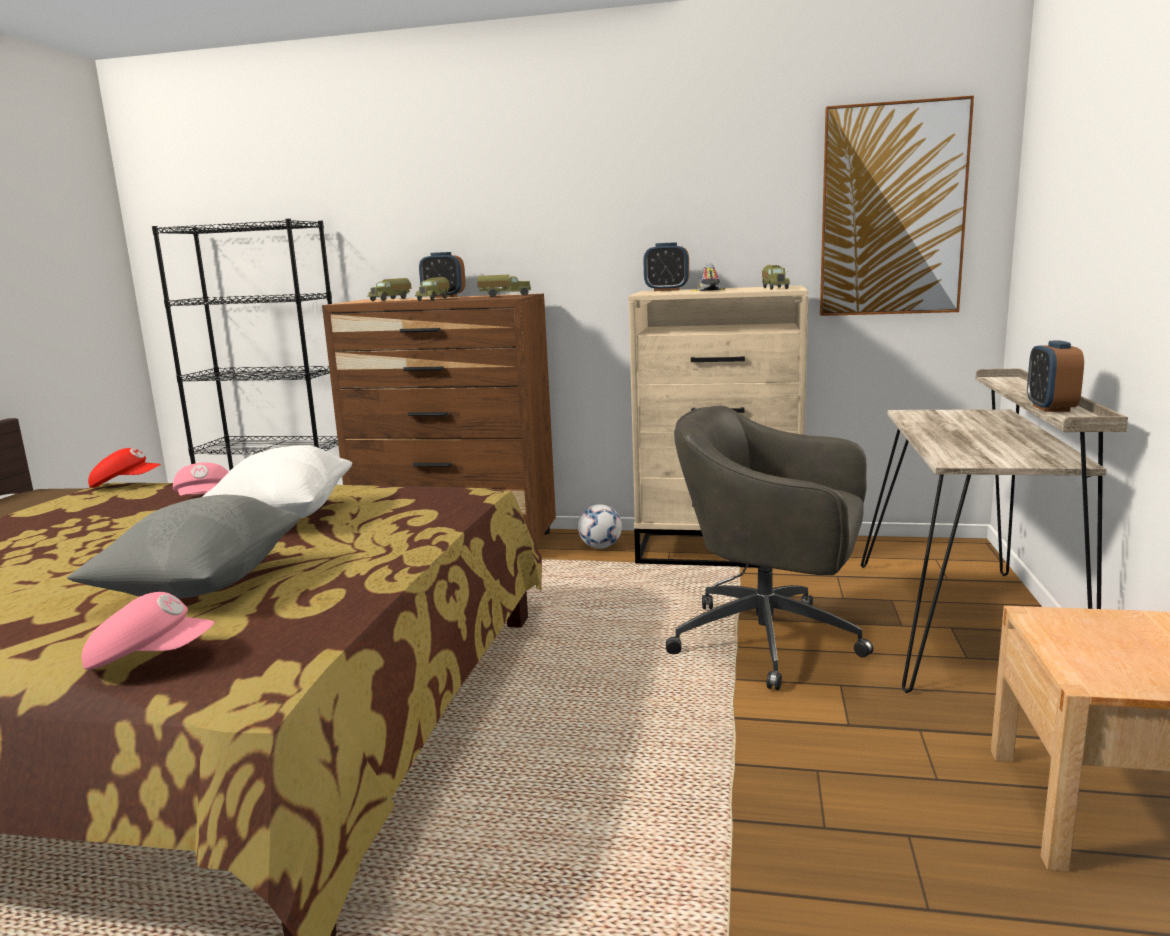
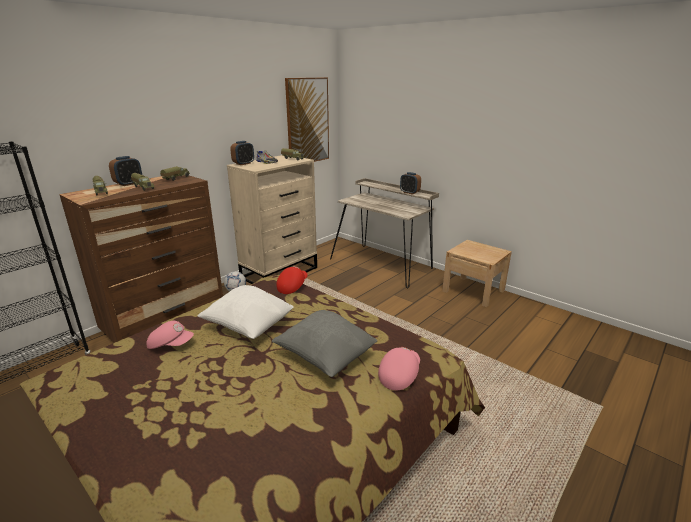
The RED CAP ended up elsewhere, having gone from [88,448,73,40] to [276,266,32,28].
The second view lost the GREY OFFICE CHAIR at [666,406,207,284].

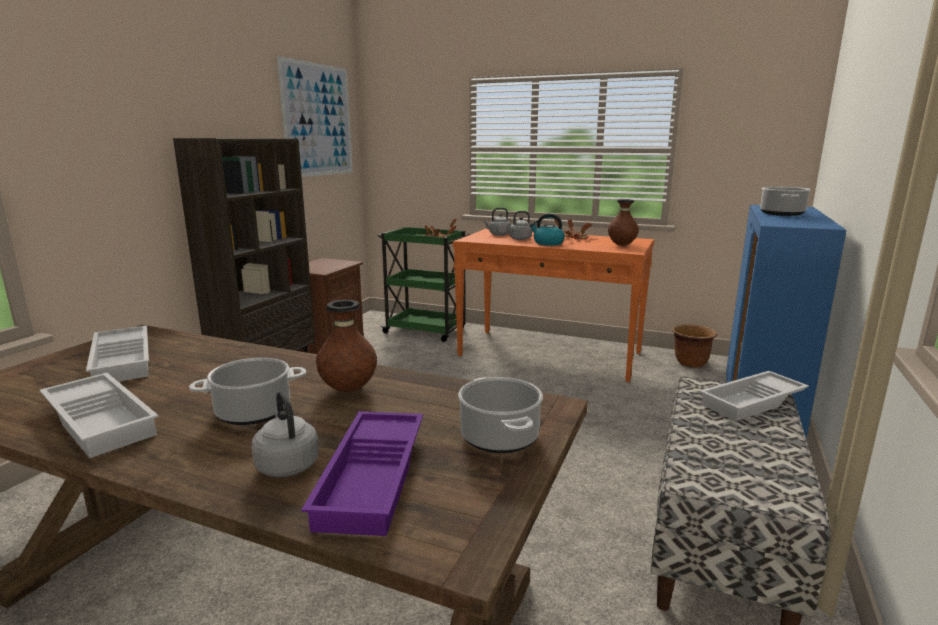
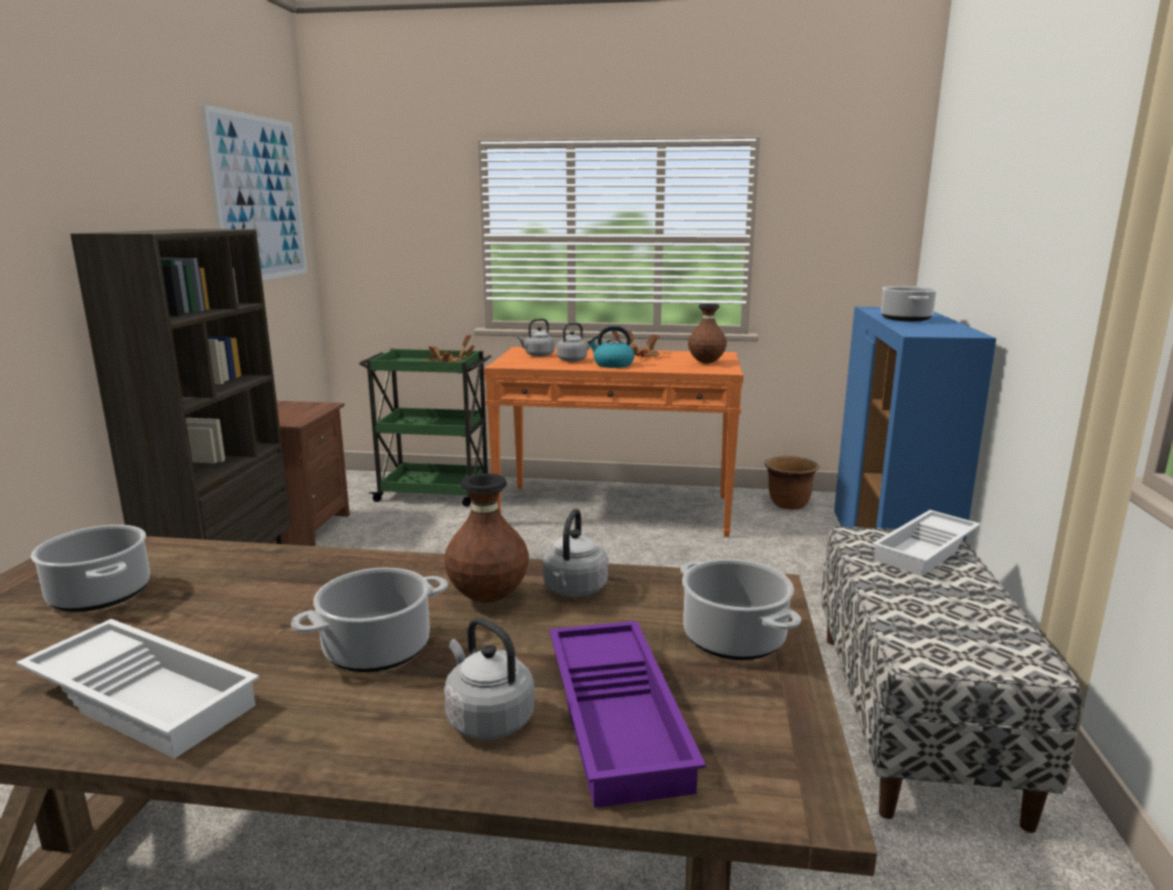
Where the WHITE TRAY stood at [86,325,63,57], the COOKING POT came to stand at [31,525,119,87].
The second view gained the GREY KETTLE at [543,509,65,88].

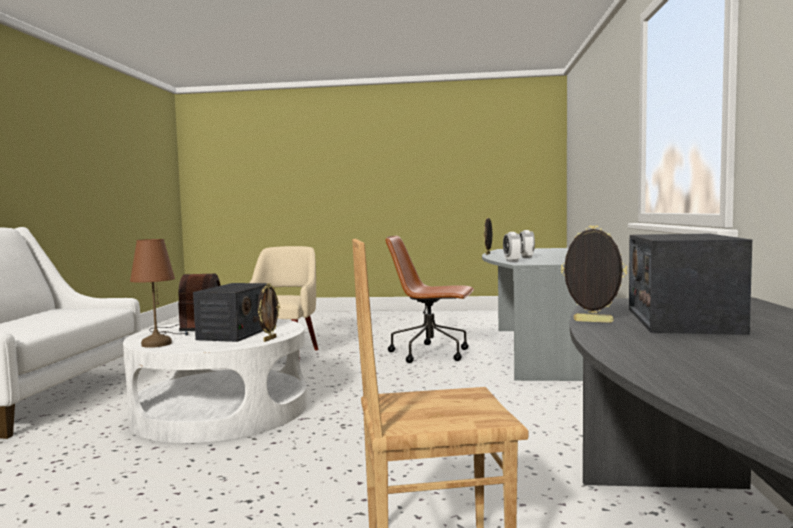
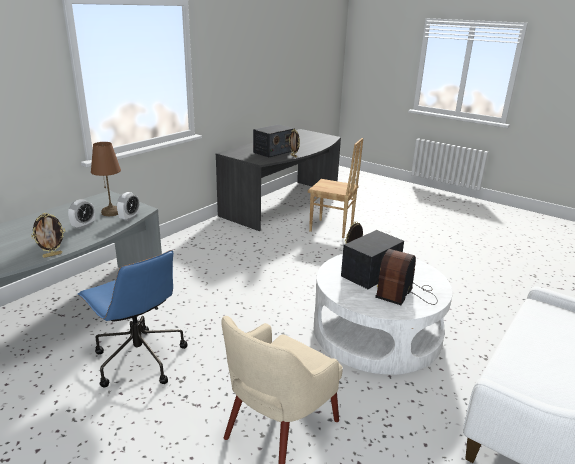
What was the BROWN OFFICE CHAIR at [386,236,88,127] turned into the BLUE OFFICE CHAIR at [78,250,110,137].
The BROWN TABLE LAMP ended up elsewhere, having gone from [130,239,45,109] to [91,142,30,74].

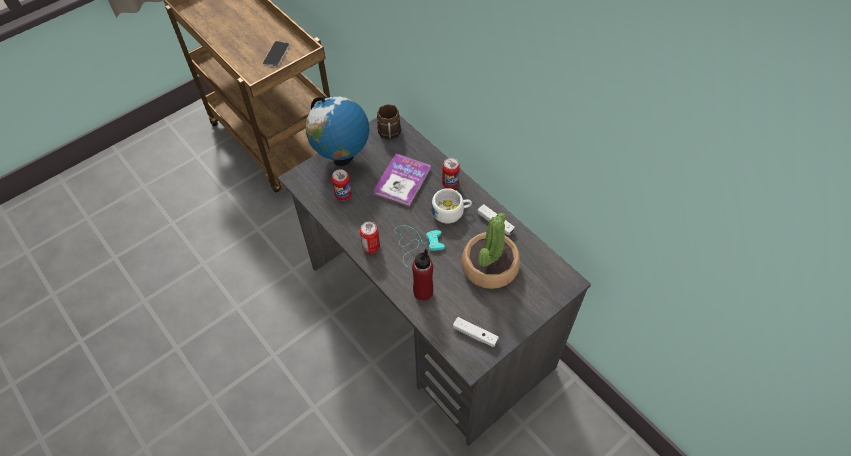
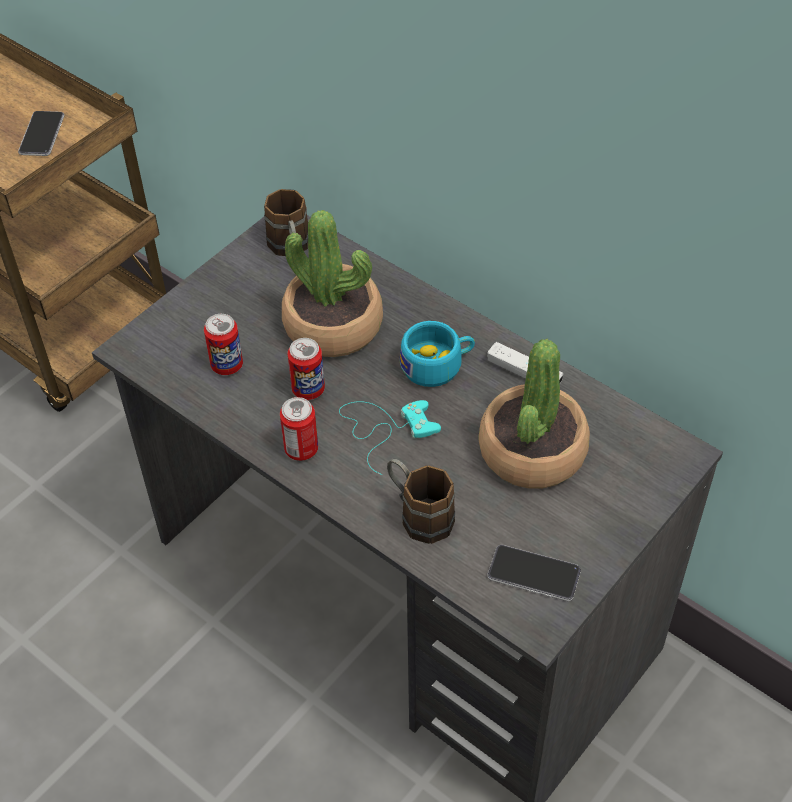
Where the BOOK stood at [373,154,58,53], the POTTED PLANT came to stand at [282,210,101,147].
The CAN ended up elsewhere, having gone from [442,158,18,31] to [288,338,37,62].
Where the RED BOTTLE stood at [412,249,21,52], the BROWN MUG came to stand at [387,459,68,85].
What was the WHITE CUP at [431,188,41,35] turned into the TURQUOISE CUP at [400,321,75,66].
Where the WHITE GAME CONTROLLER stood at [453,317,46,31], the PHONE came to stand at [487,545,94,56].
The second view lost the GLOBE at [306,96,63,70].

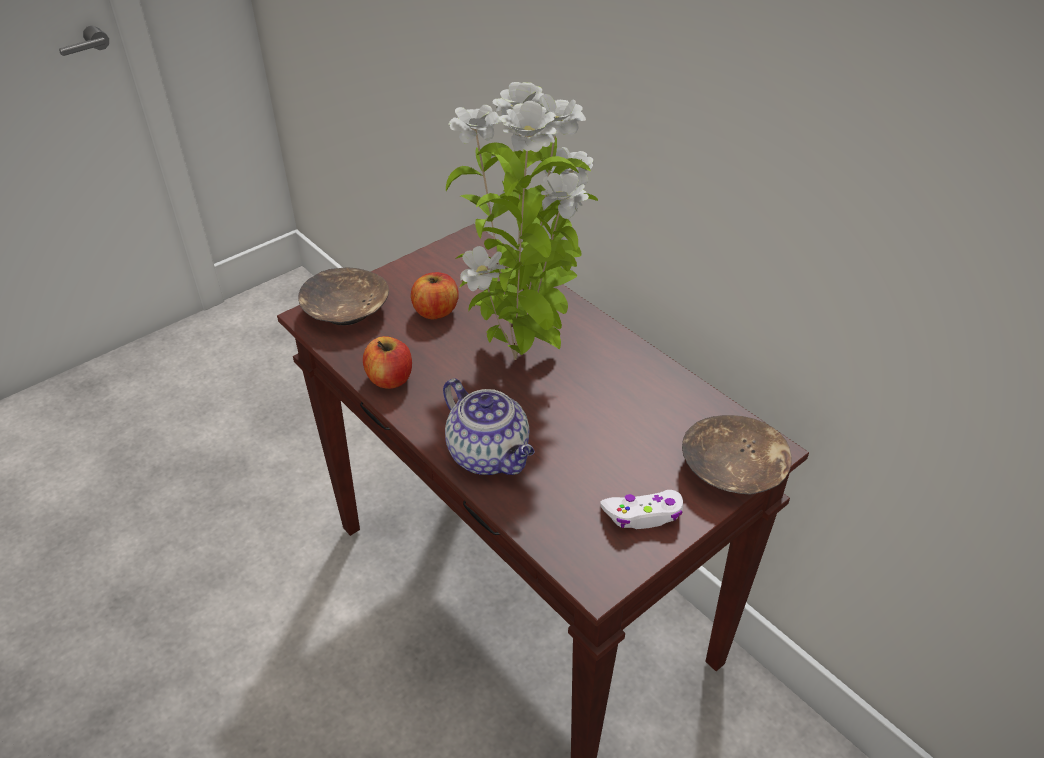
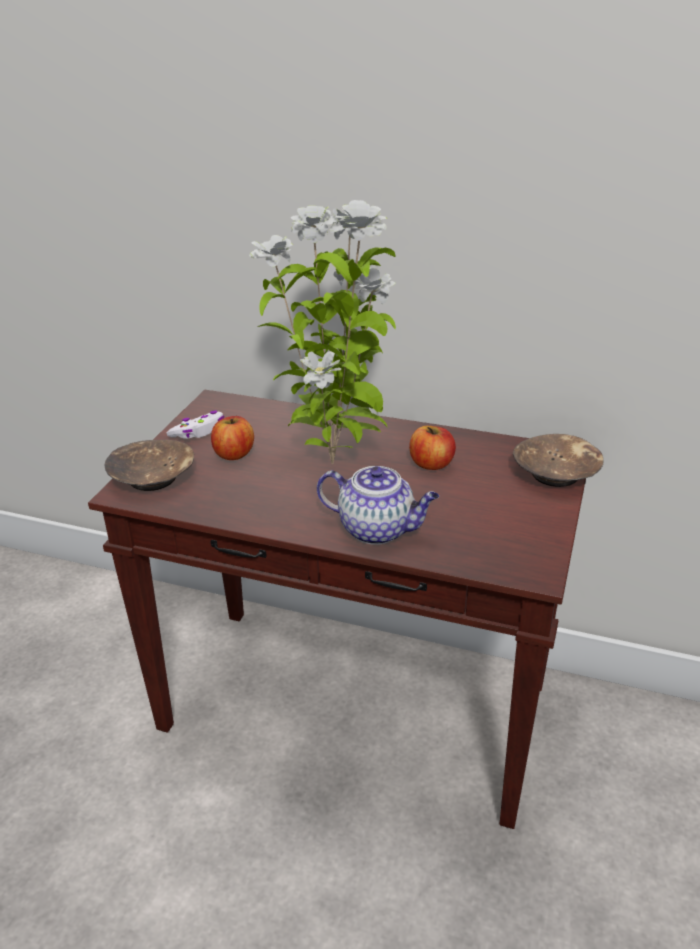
The WHITE GAME CONTROLLER ended up elsewhere, having gone from [600,490,83,39] to [167,410,57,29].
The APPLE ended up elsewhere, having gone from [363,336,49,53] to [409,426,47,44].

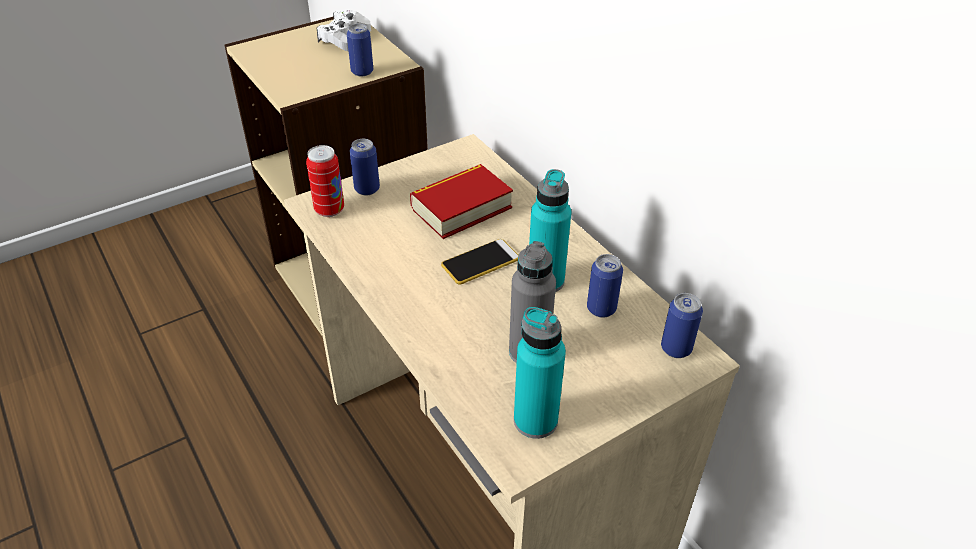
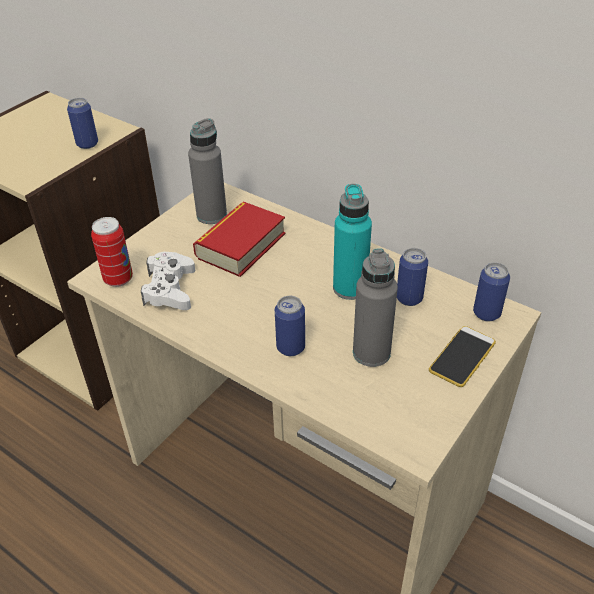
The WHITE GAME CONTROLLER ended up elsewhere, having gone from [317,9,54,42] to [141,252,54,58].
The second view gained the GREY BOTTLE at [188,118,39,106].
The CAN ended up elsewhere, having gone from [350,139,30,57] to [275,296,30,60].
The PHONE ended up elsewhere, having gone from [441,239,77,46] to [429,326,67,61].
The second view lost the TURQUOISE BOTTLE at [514,307,52,132].

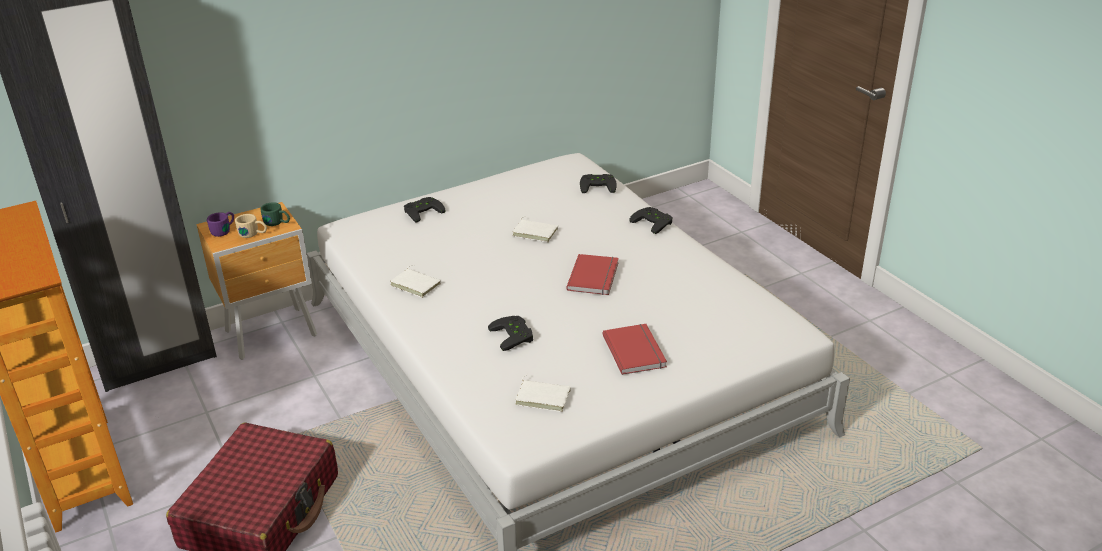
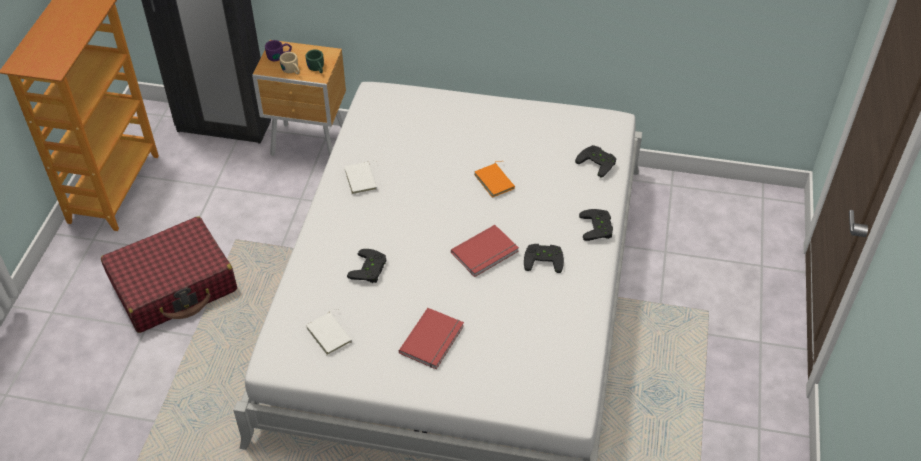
What was the WHITE BOOK at [512,216,46,26] turned into the ORANGE BOOK at [474,161,41,37].
The BLACK GAME CONTROLLER ended up elsewhere, having gone from [404,197,42,26] to [524,244,40,29].

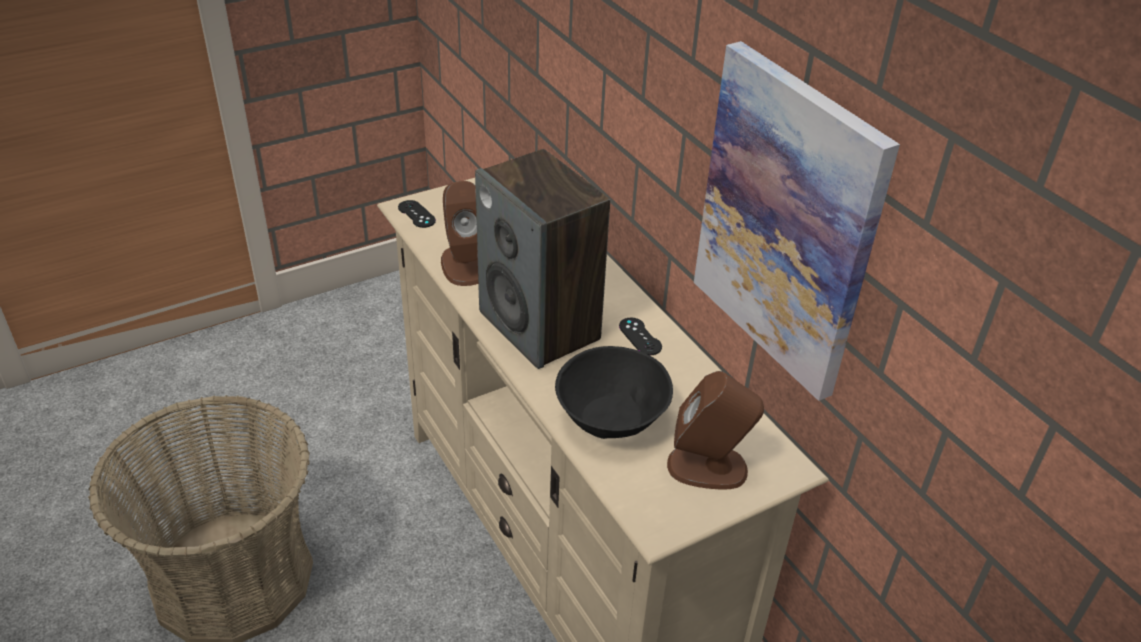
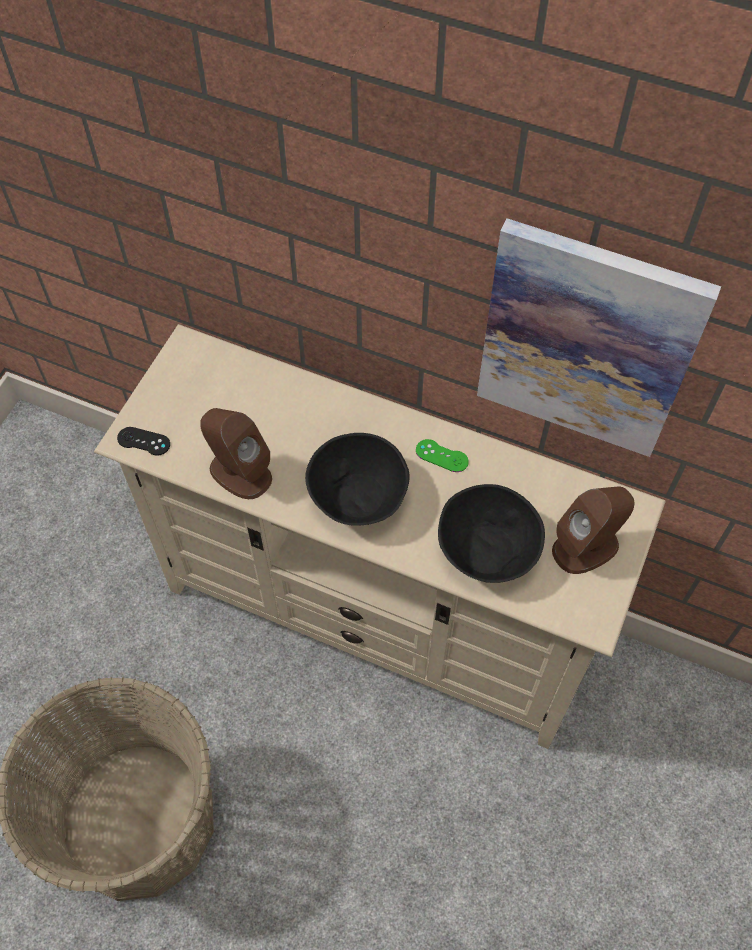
Where the SPEAKER stood at [475,149,135,220], the BLACK BOWL came to stand at [305,433,105,93].
What was the BLACK GAME CONTROLLER at [619,318,43,37] turned into the GREEN GAME CONTROLLER at [416,439,53,33].

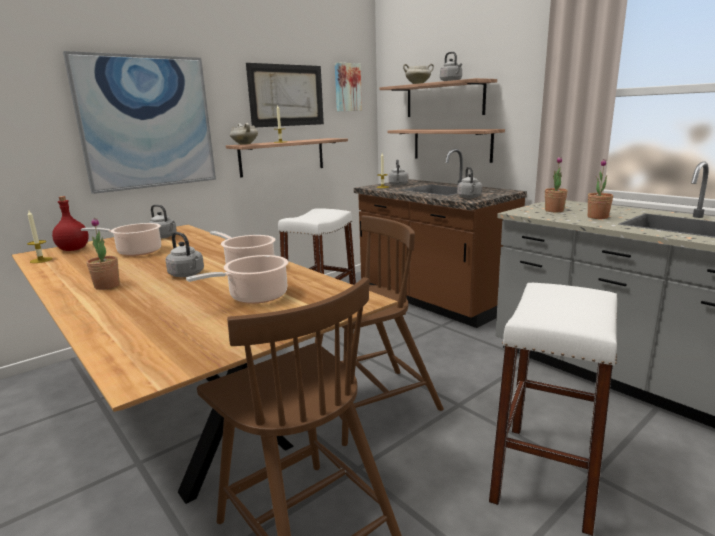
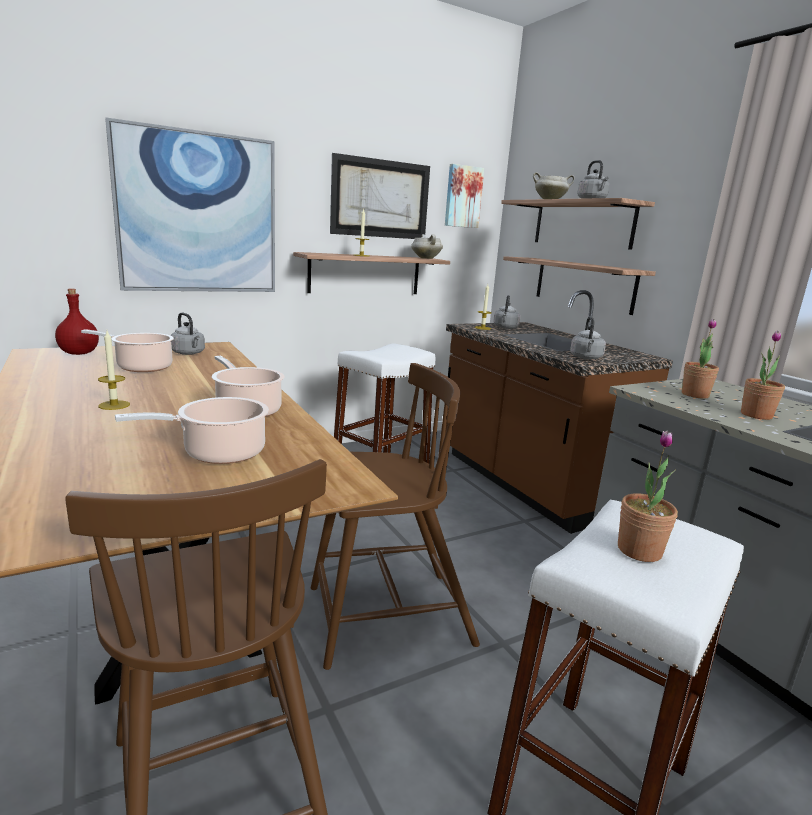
The CANDLE ended up elsewhere, having gone from [27,211,25,52] to [98,331,32,79].
The WHITE COOKING POT ended up elsewhere, having gone from [230,123,28,22] to [411,234,32,25].
The POTTED PLANT ended up elsewhere, having gone from [86,218,34,72] to [618,431,60,131].
The second view lost the GREY KETTLE at [166,232,38,45].

